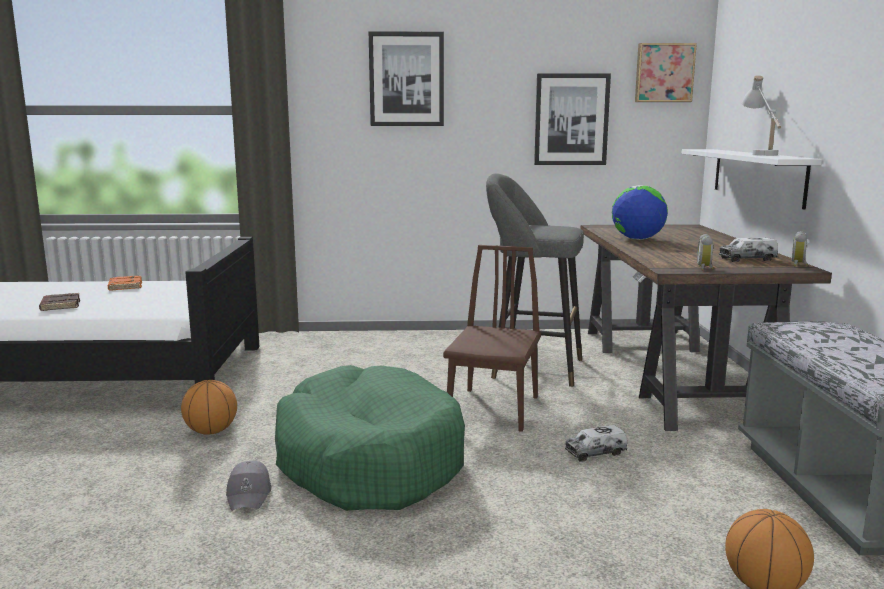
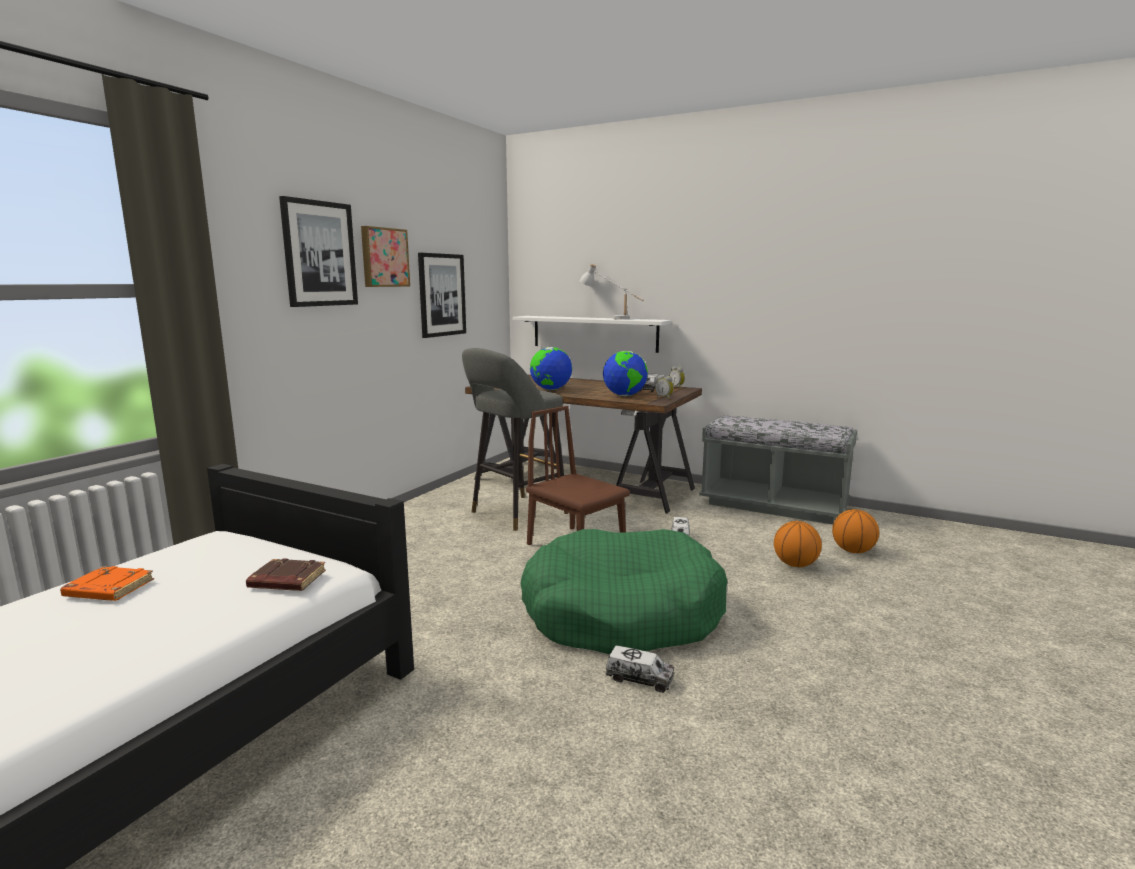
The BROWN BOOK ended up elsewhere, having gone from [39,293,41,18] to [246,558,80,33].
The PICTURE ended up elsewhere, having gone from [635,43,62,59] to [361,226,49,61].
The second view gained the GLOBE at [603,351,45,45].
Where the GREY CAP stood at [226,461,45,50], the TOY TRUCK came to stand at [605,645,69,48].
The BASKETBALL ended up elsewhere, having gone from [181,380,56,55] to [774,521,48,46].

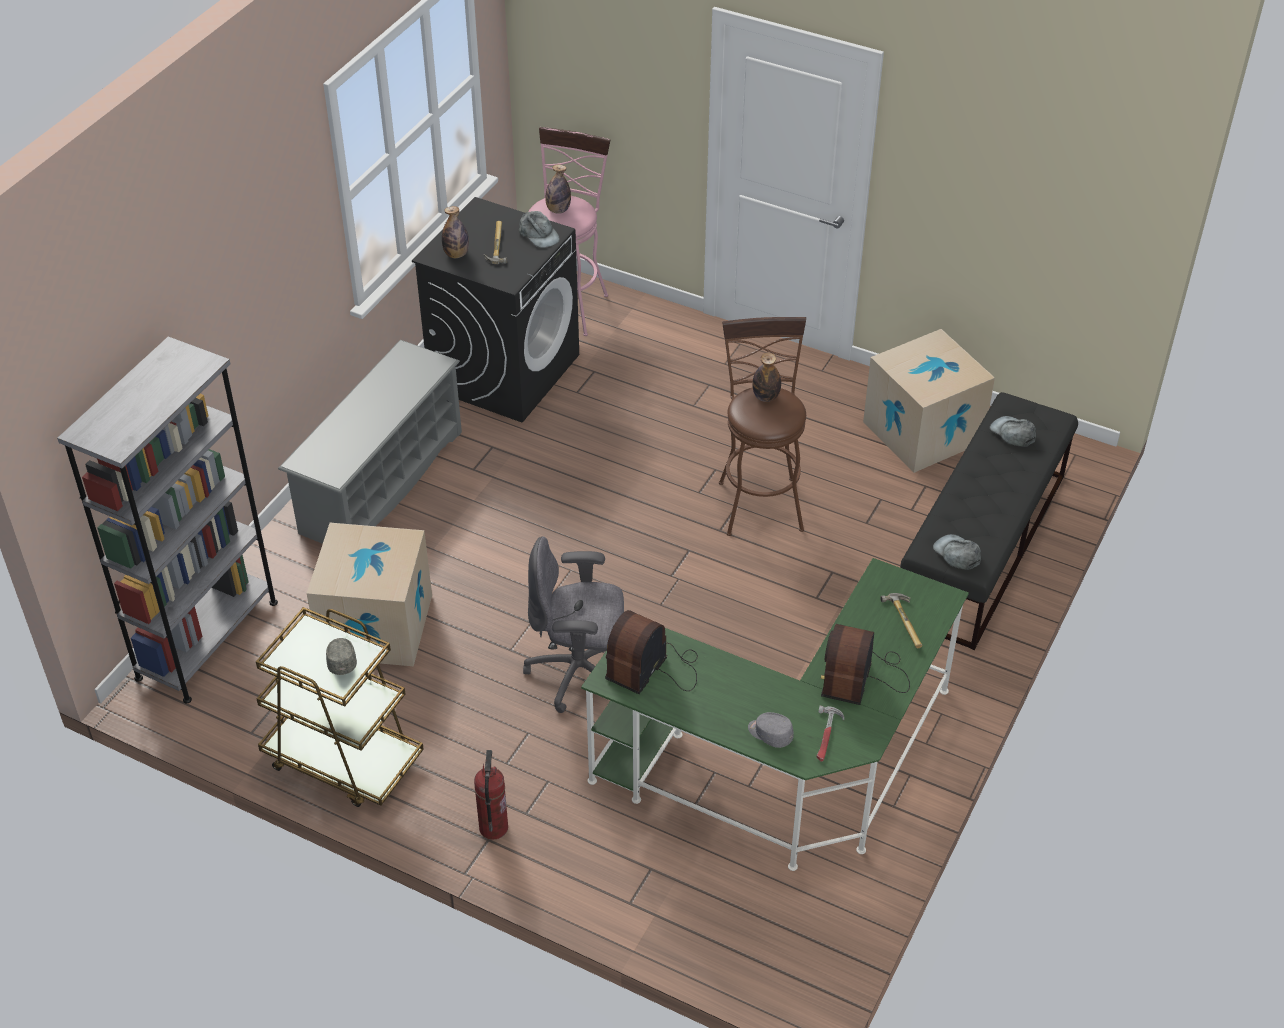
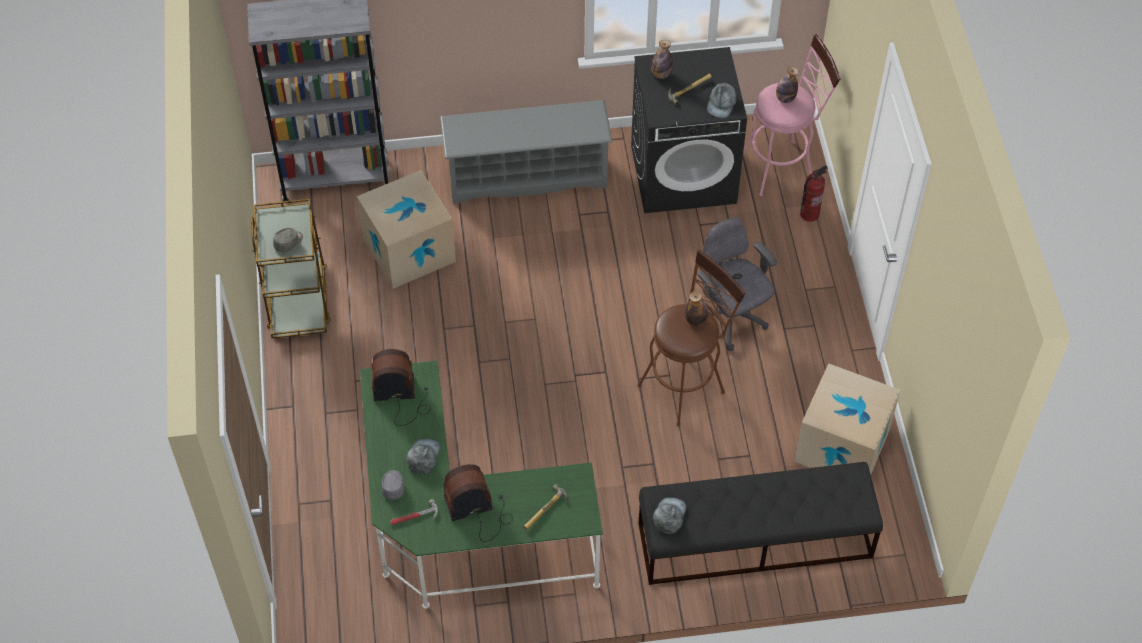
The GREY CAP ended up elsewhere, having gone from [990,416,46,31] to [406,438,34,37].
The GREY OFFICE CHAIR ended up elsewhere, having gone from [523,537,101,176] to [697,217,80,134].
The FIRE EXTINGUISHER ended up elsewhere, having gone from [474,750,34,90] to [800,165,28,57].

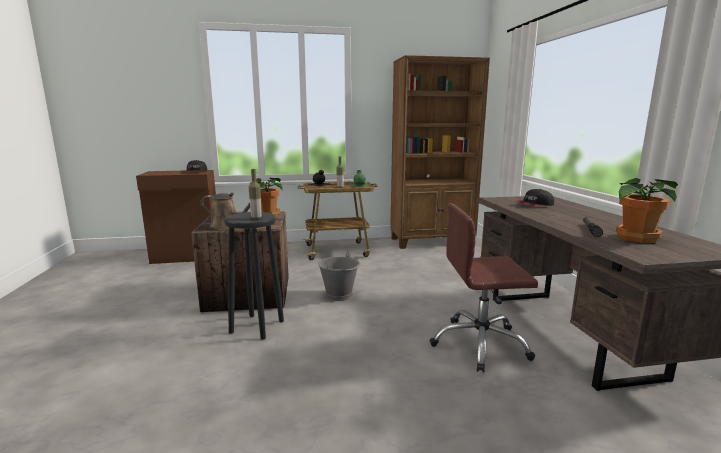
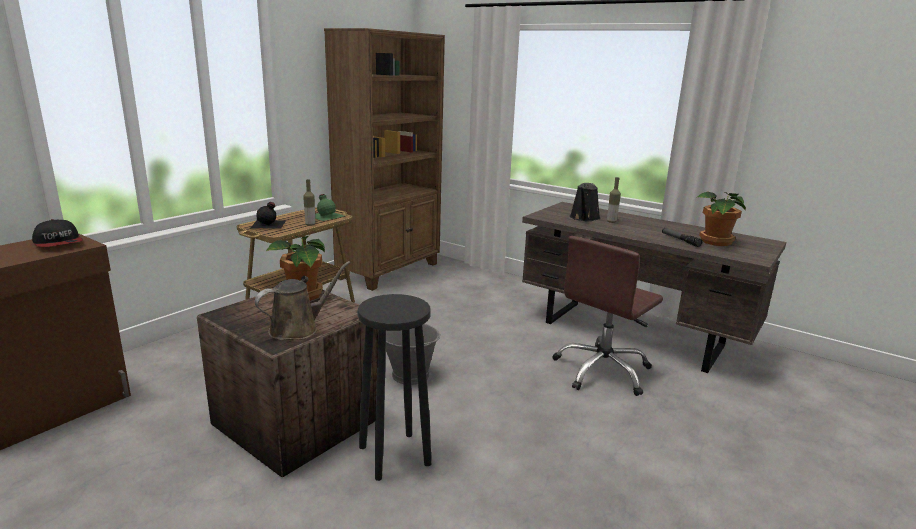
Where the CAP stood at [516,189,38,17], the BLACK WATERING CAN came to stand at [570,183,30,38].
The BOTTLE ended up elsewhere, having gone from [249,169,13,50] to [607,177,14,46].

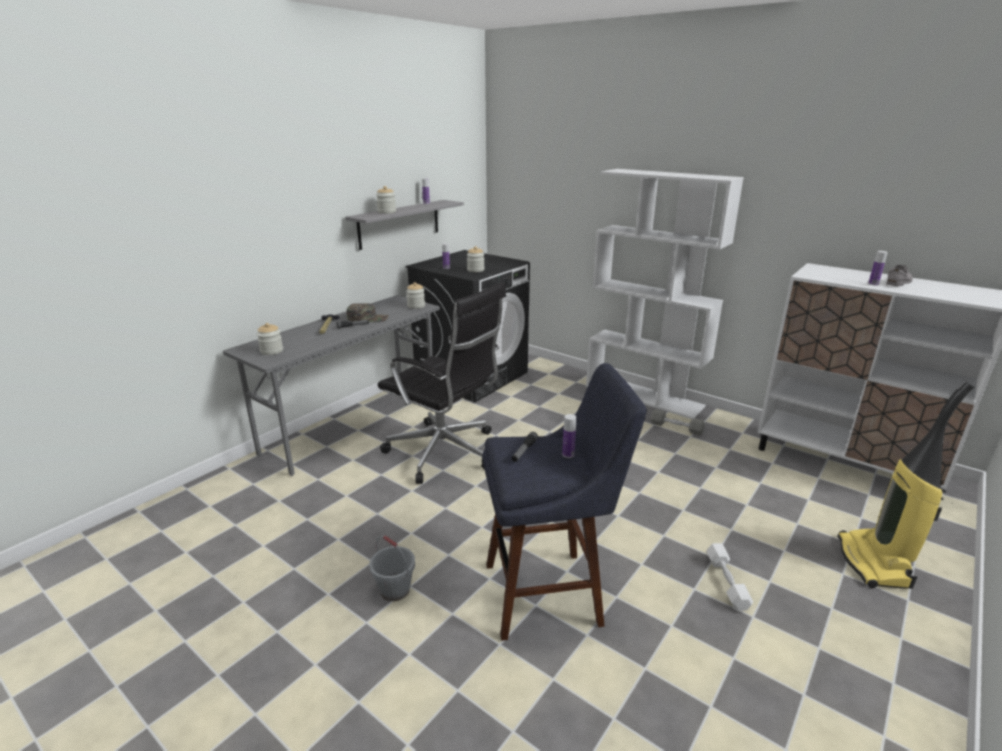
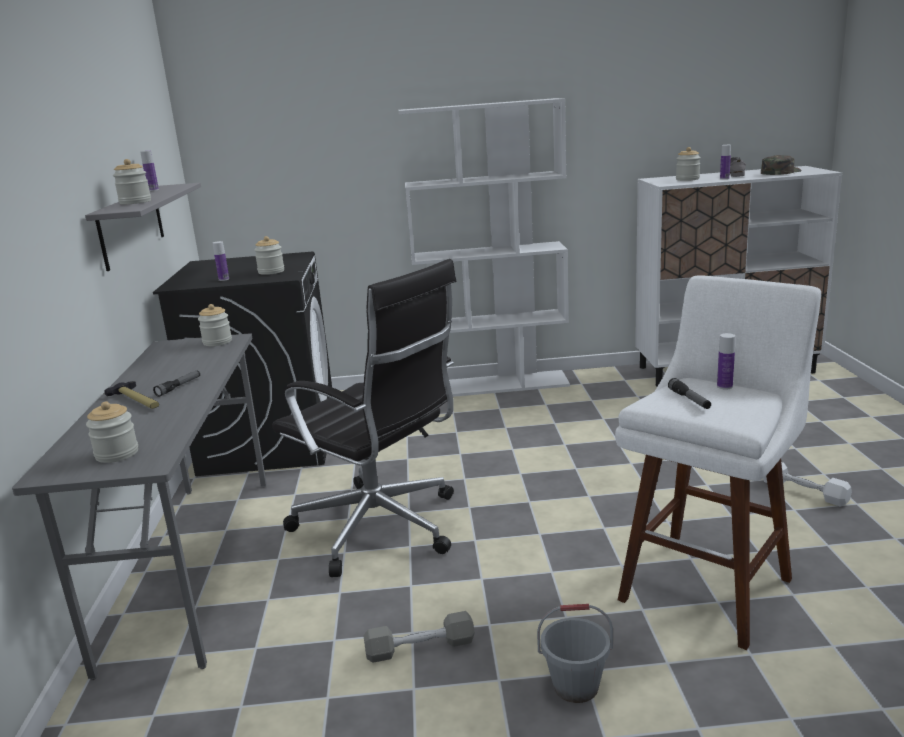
The BLACK OFFICE CHAIR at [378,282,128,202] ended up facing another way, 45 degrees clockwise from before.
The GREY DUMBBELL ended up elsewhere, having gone from [650,409,55,26] to [363,611,112,52].
What was the BLUE STOOL at [483,363,164,278] turned into the WHITE STOOL at [615,275,206,375].
The second view gained the JAR at [676,147,25,34].
The GREEN CAP ended up elsewhere, having gone from [347,303,42,19] to [761,155,40,20].
The second view lost the VACUUM CLEANER at [837,382,137,207].

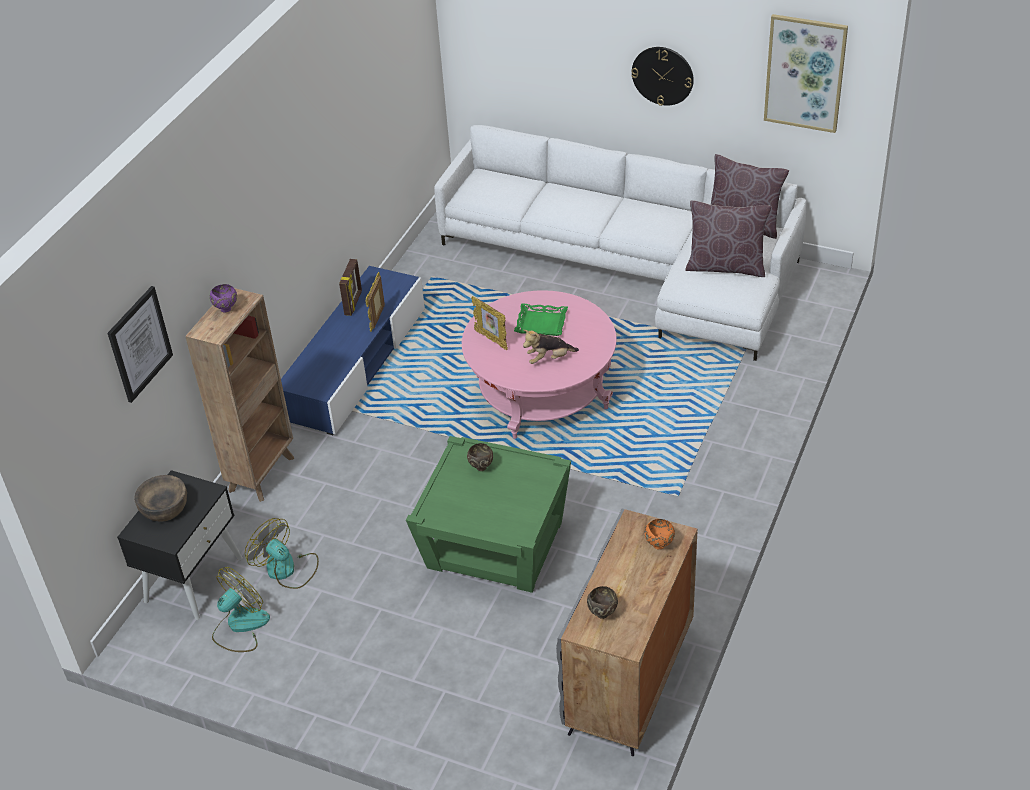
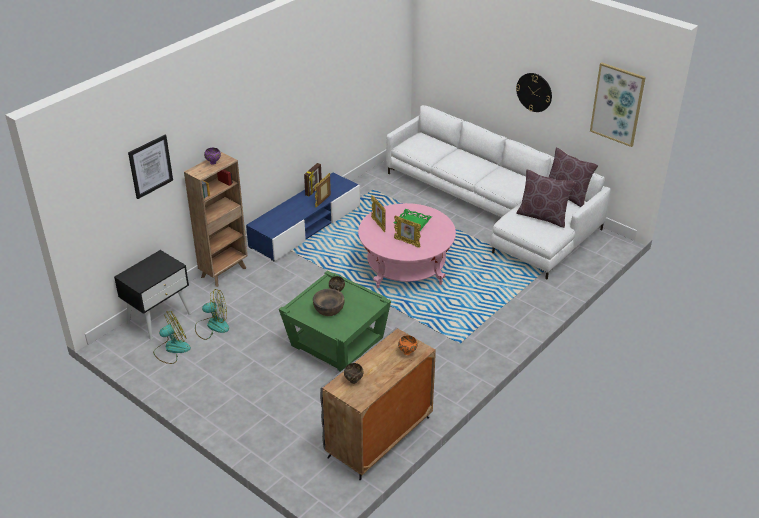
The FAN at [245,518,74,71] ended up facing another way, 120 degrees clockwise from before.
The BROWN BOWL ended up elsewhere, having gone from [134,475,53,47] to [313,289,32,27].
Where the PLUSH TOY stood at [523,330,56,34], the PICTURE FRAME came to stand at [394,216,27,32].

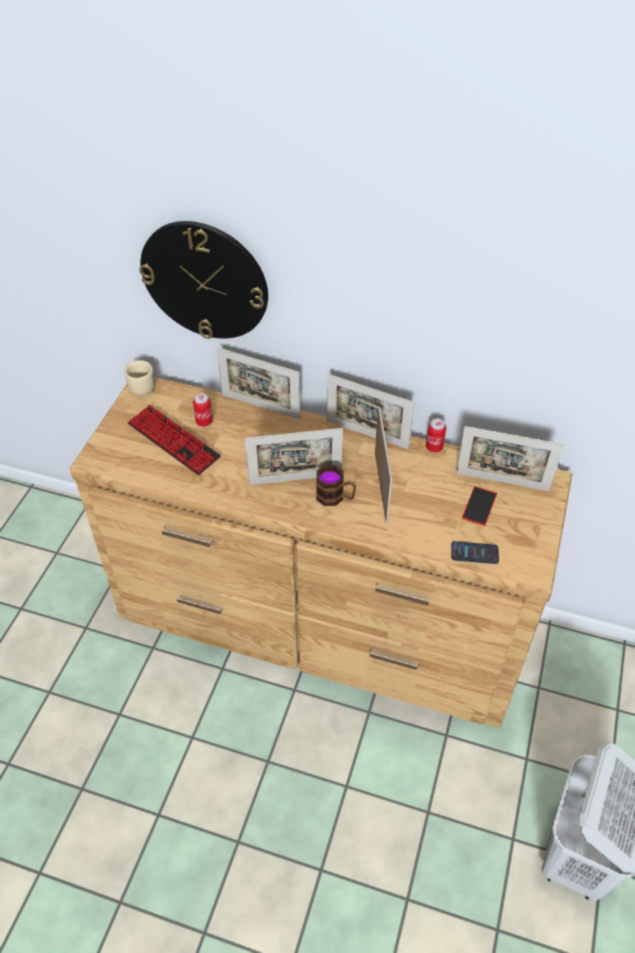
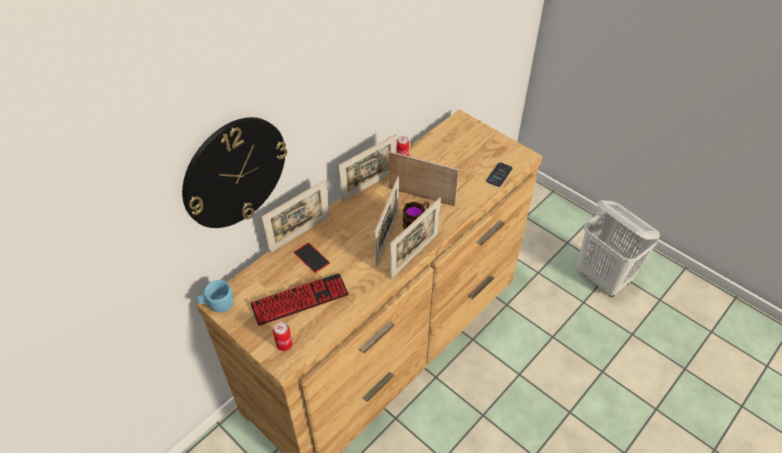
What was the BEIGE MUG at [124,360,31,35] turned into the BLUE MUG at [197,280,37,33].
The CAN ended up elsewhere, having gone from [193,393,20,34] to [273,322,20,29].
The PHONE ended up elsewhere, having gone from [462,486,35,40] to [294,242,36,31].
The PICTURE FRAME ended up elsewhere, having gone from [456,426,108,65] to [390,197,51,82].

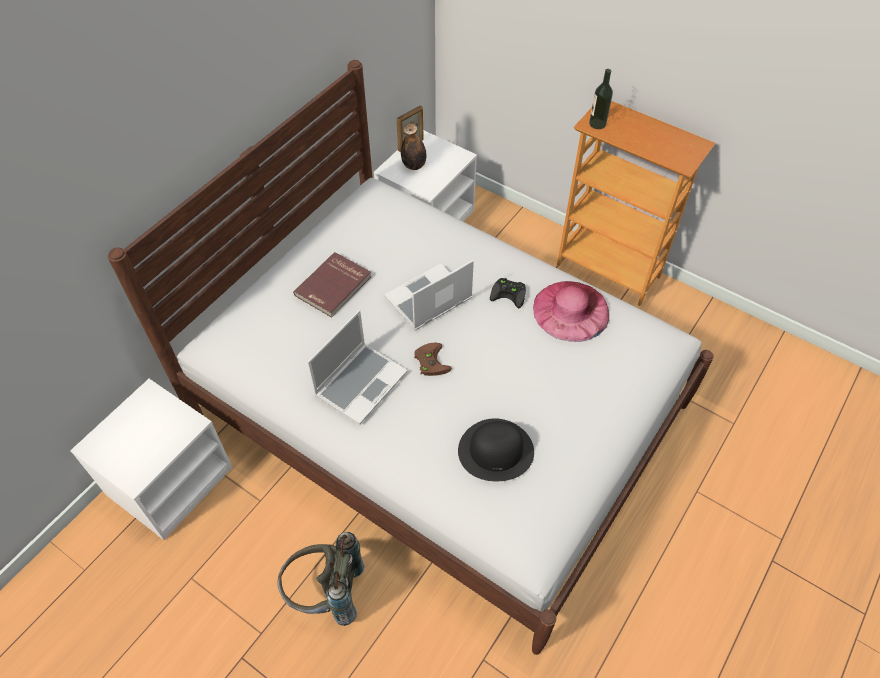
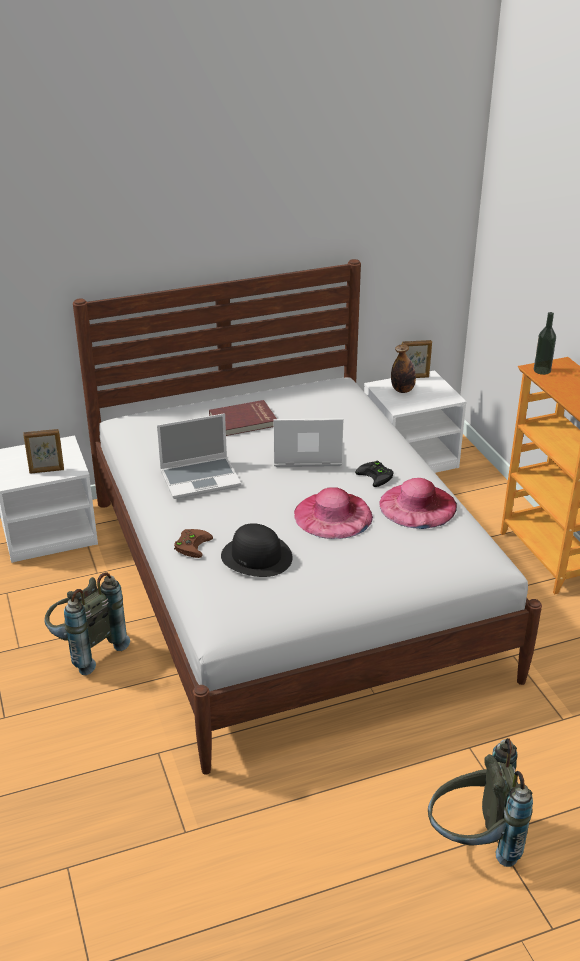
The second view gained the PICTURE FRAME at [23,429,41,45].
The BROWN GAME CONTROLLER ended up elsewhere, having gone from [414,343,38,33] to [174,529,39,29].
The second view gained the PINK HAT at [294,487,79,52].
The second view gained the GREY BACKPACK at [428,738,105,129].

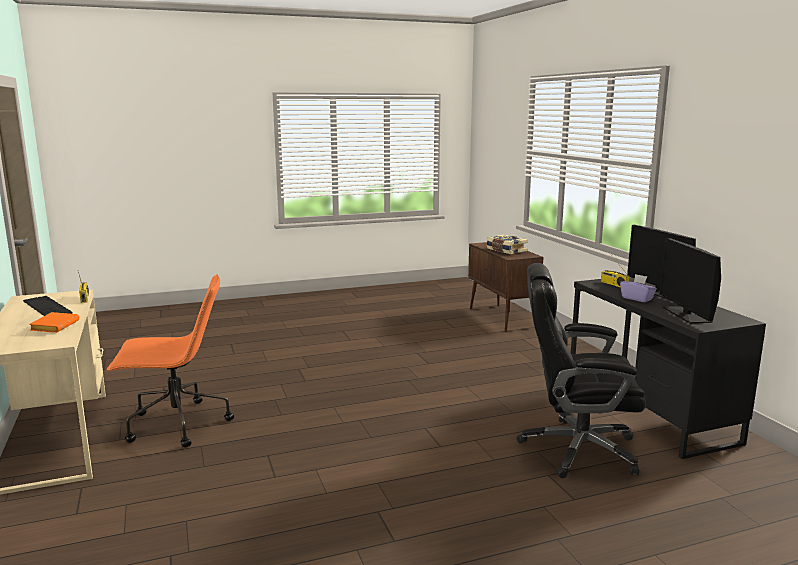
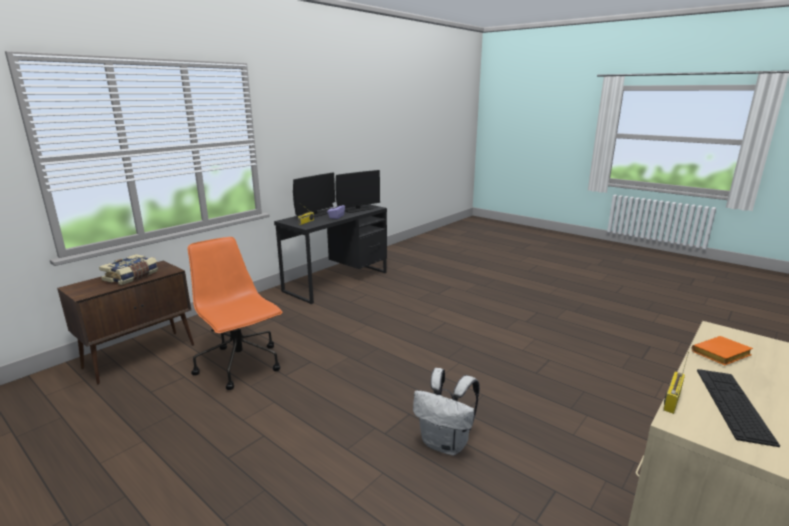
The ORANGE OFFICE CHAIR ended up elsewhere, having gone from [107,274,127,173] to [188,237,95,153].
The second view gained the WHITE BACKPACK at [413,368,67,87].
The second view lost the BLACK OFFICE CHAIR at [517,263,129,215].

